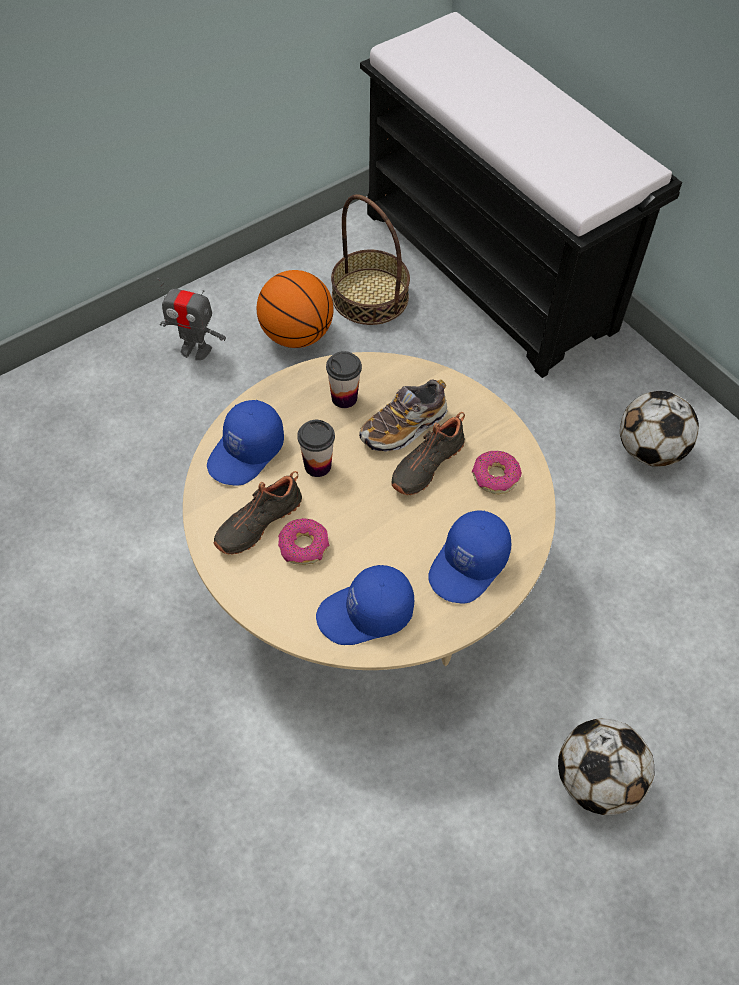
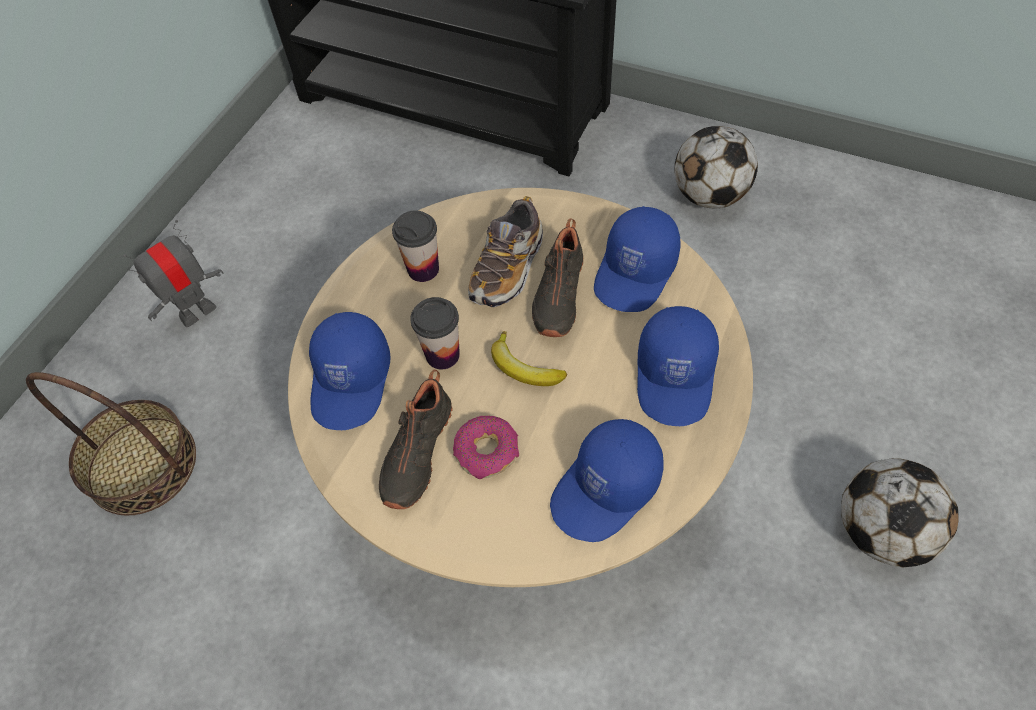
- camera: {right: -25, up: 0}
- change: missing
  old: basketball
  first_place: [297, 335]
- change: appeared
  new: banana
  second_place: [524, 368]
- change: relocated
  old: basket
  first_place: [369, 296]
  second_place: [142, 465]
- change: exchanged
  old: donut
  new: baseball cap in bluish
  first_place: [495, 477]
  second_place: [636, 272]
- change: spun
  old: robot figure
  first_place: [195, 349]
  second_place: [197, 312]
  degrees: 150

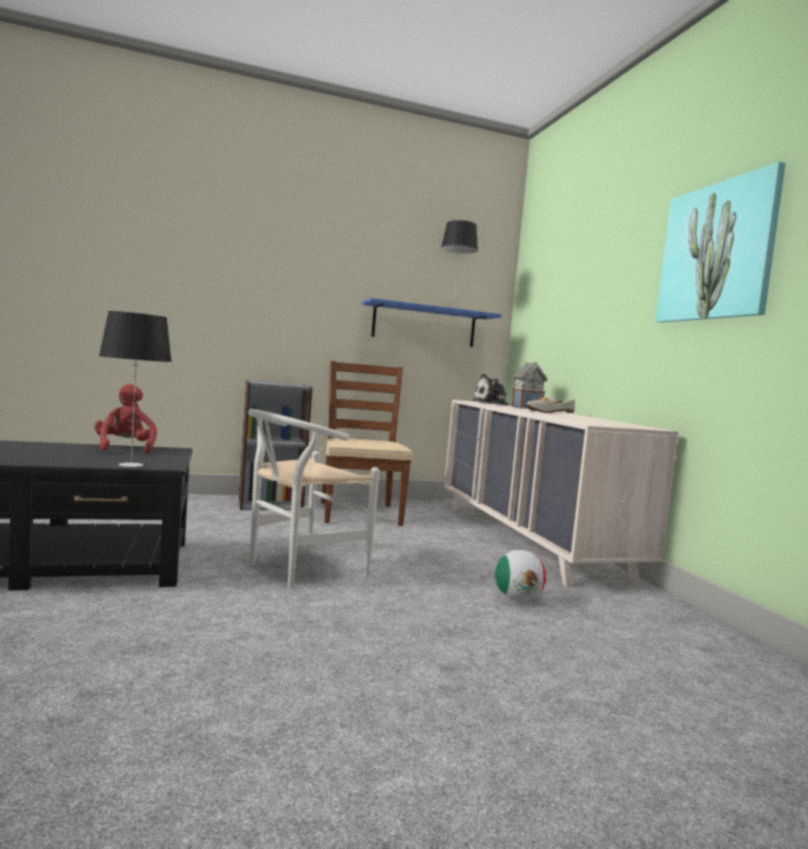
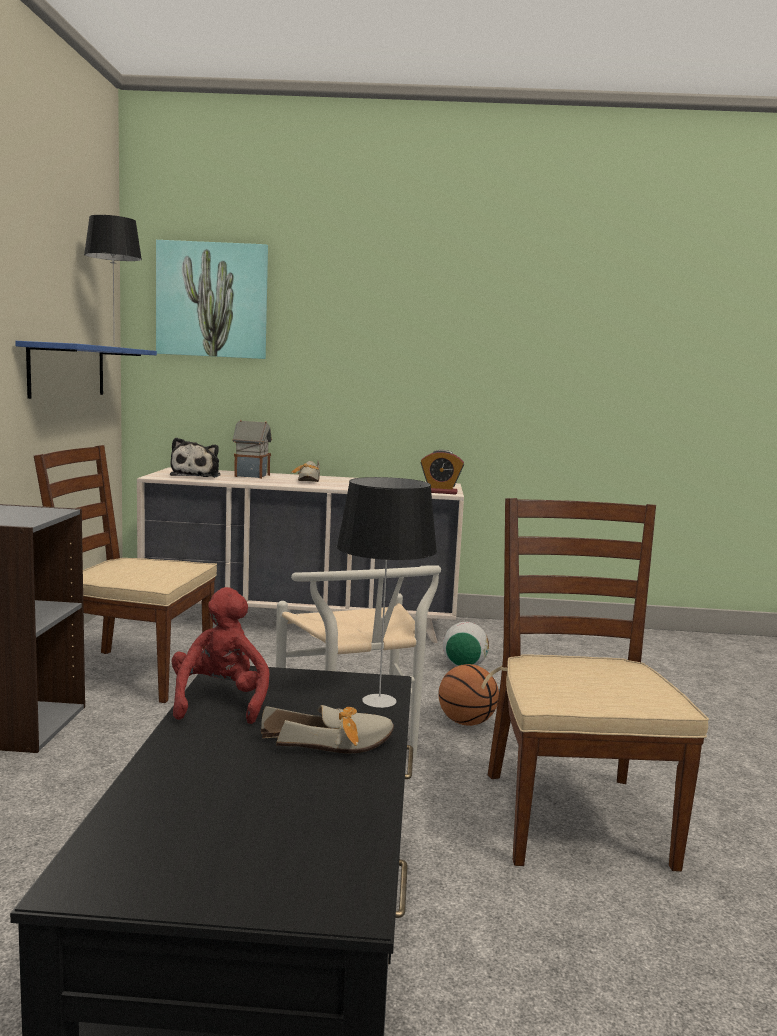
- camera: {right: -70, up: 5}
- change: appeared
  new: item of footwear
  second_place: [336, 744]
- change: appeared
  new: alarm clock
  second_place: [440, 492]
- change: appeared
  new: basketball
  second_place: [466, 722]
- change: appeared
  new: plain chair in brownish
  second_place: [574, 817]
- change: relocated
  old: wall picture
  first_place: [716, 252]
  second_place: [212, 300]
- change: spun
  old: cuddly toy in red-coloured
  first_place: [125, 448]
  second_place: [220, 702]
  degrees: 90

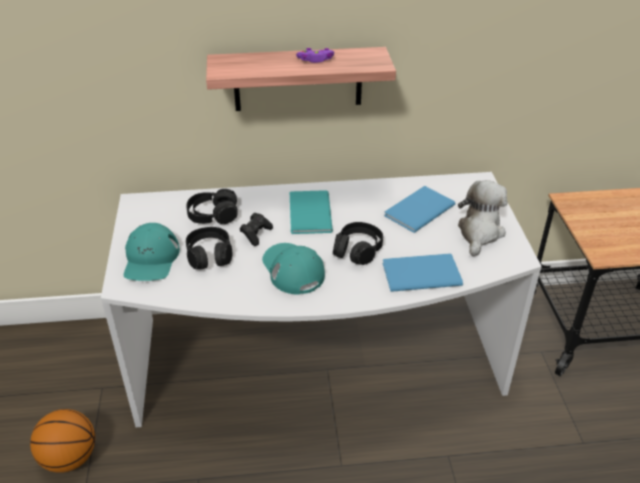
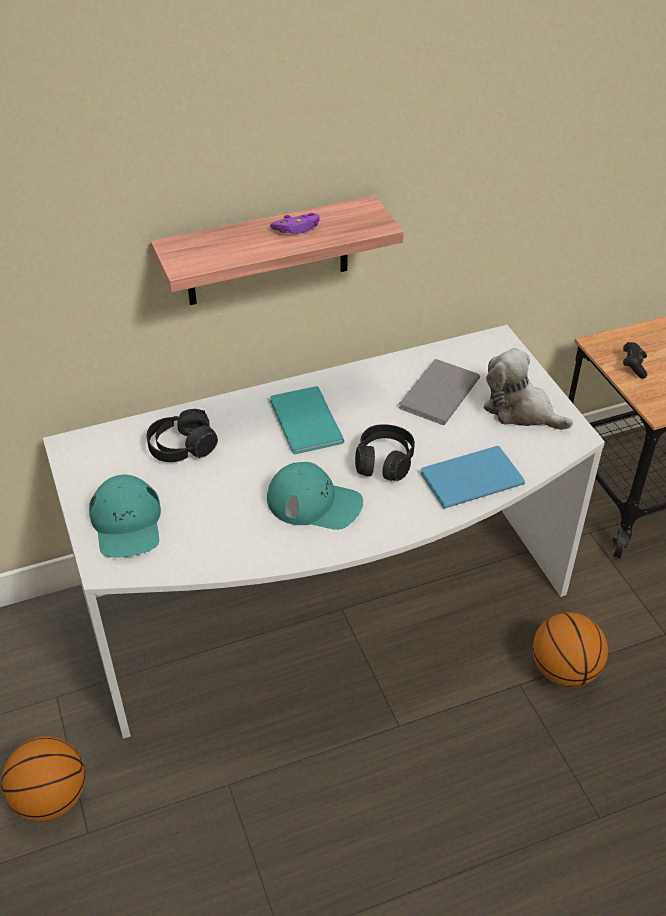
- camera: {right: -15, up: 5}
- change: missing
  old: pair of headphones in black-coloured
  first_place: [209, 255]
- change: appeared
  new: basketball
  second_place: [564, 670]
- change: relocated
  old: game controller in black-coloured
  first_place: [256, 234]
  second_place: [633, 366]
- change: colour
  old: book in bluish
  new: book in grey
  first_place: [417, 210]
  second_place: [436, 394]
- change: spun
  old: baseball cap in blue-green
  first_place: [292, 269]
  second_place: [314, 503]
  degrees: 150
- change: spun
  old: cuddly toy
  first_place: [479, 232]
  second_place: [520, 411]
  degrees: -60

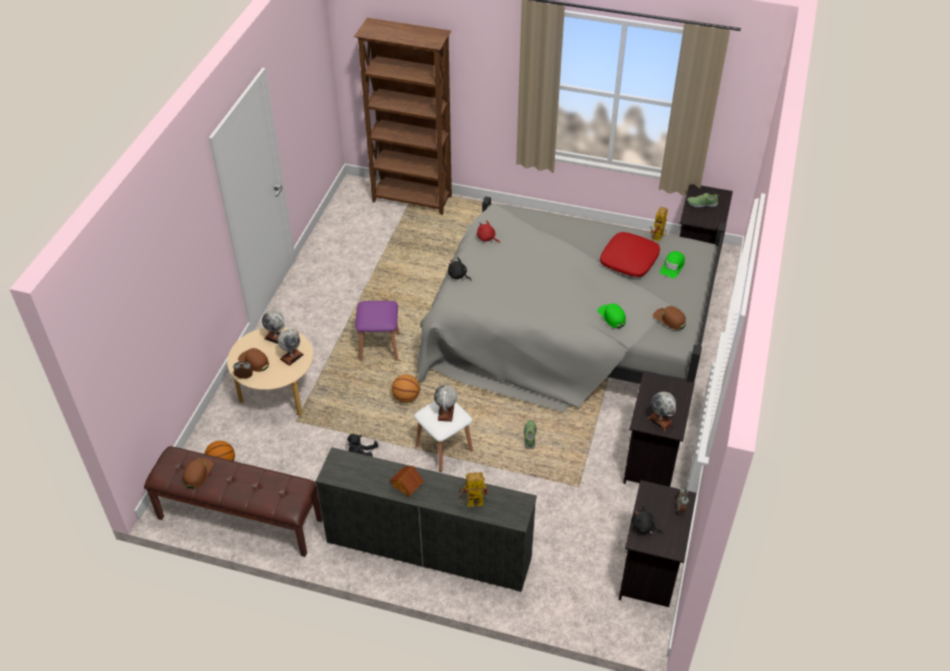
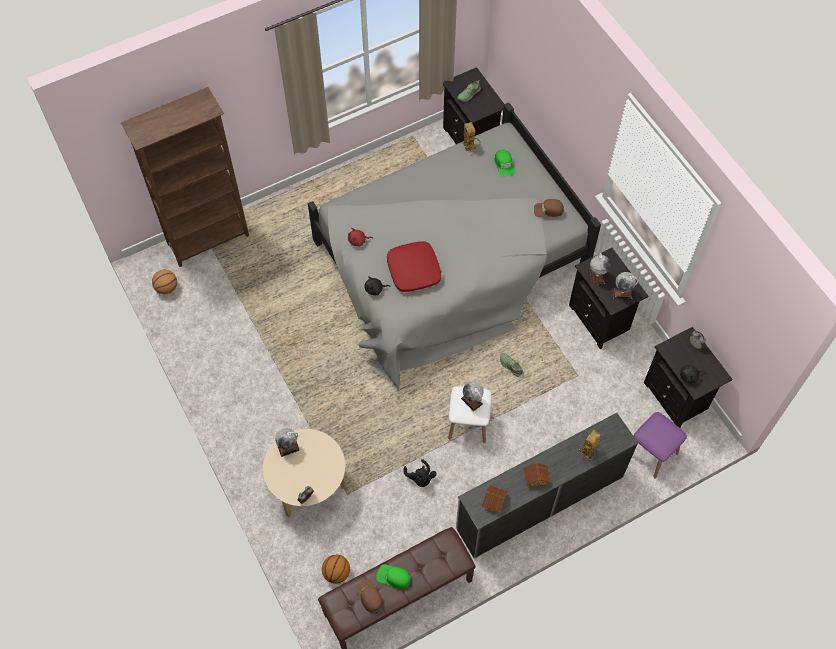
- camera: {right: -45, up: 15}
- change: missing
  old: baseball cap in brownish
  first_place: [254, 361]
- change: appeared
  new: model house
  second_place: [493, 500]
- change: relocated
  old: desk globe
  first_place: [292, 356]
  second_place: [597, 276]
- change: relocated
  old: stool seat in purple
  first_place: [379, 347]
  second_place: [651, 453]
- change: relocated
  old: basketball
  first_place: [406, 397]
  second_place: [167, 288]
- change: relocated
  old: baseball cap in green
  first_place: [612, 316]
  second_place: [394, 577]
- change: relocated
  old: pillow in red-coloured
  first_place: [629, 260]
  second_place: [414, 270]

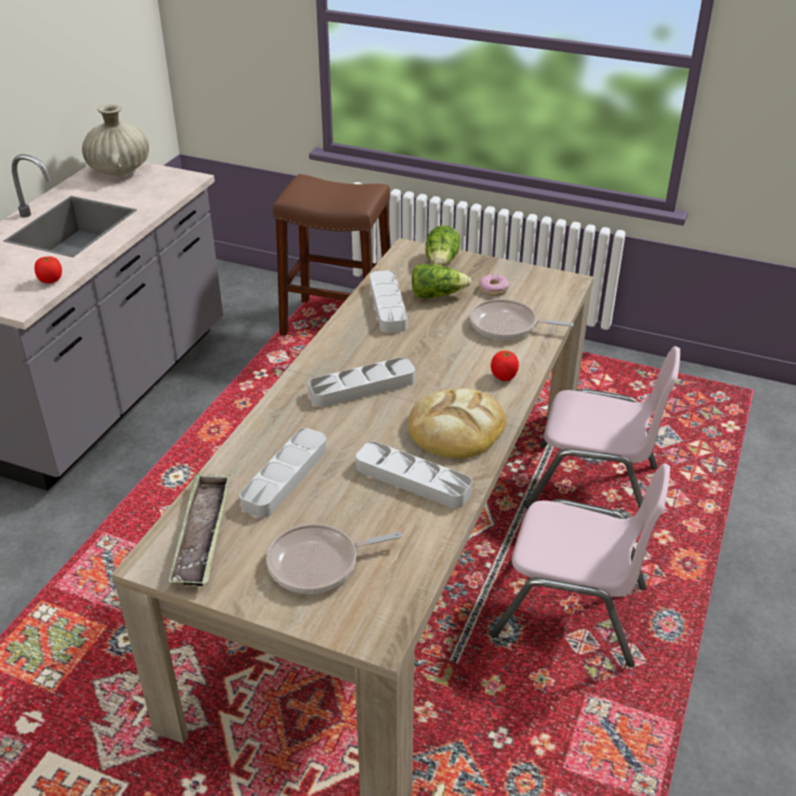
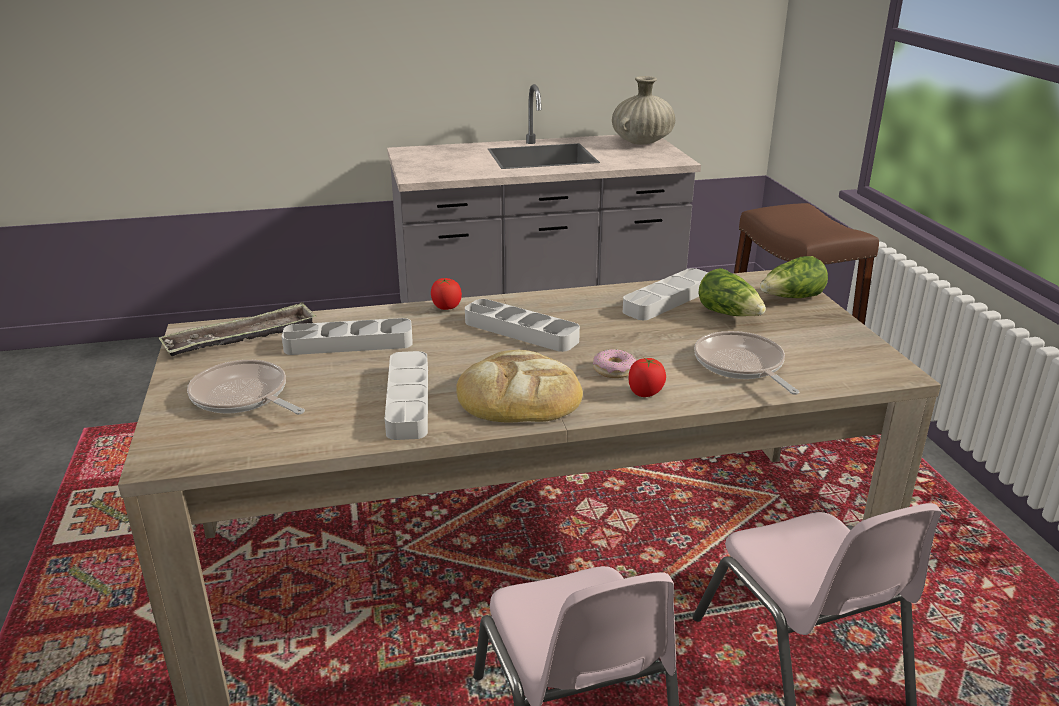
- camera: {right: 55, up: -10}
- change: relocated
  old: whole tomato
  first_place: [50, 280]
  second_place: [446, 307]
- change: relocated
  old: donut
  first_place: [493, 289]
  second_place: [614, 370]

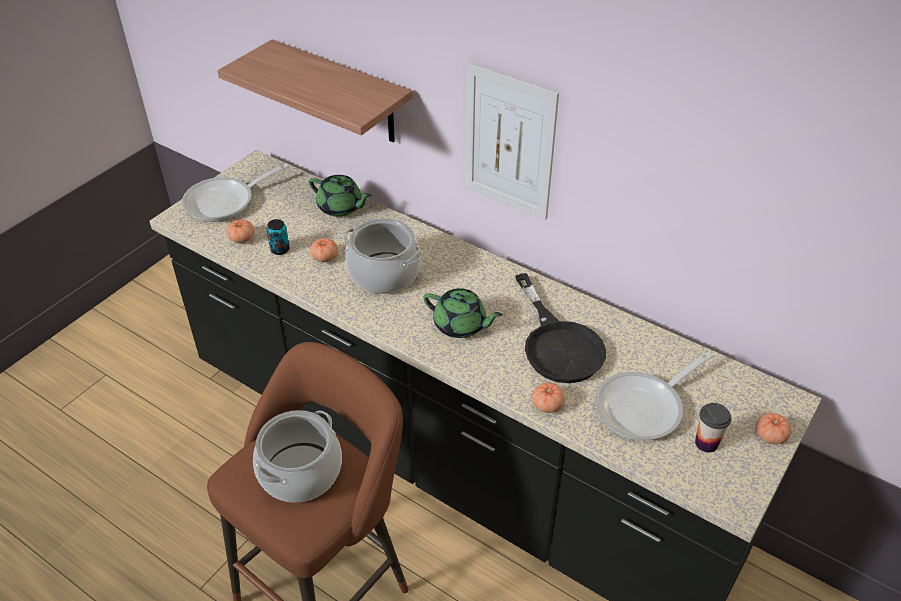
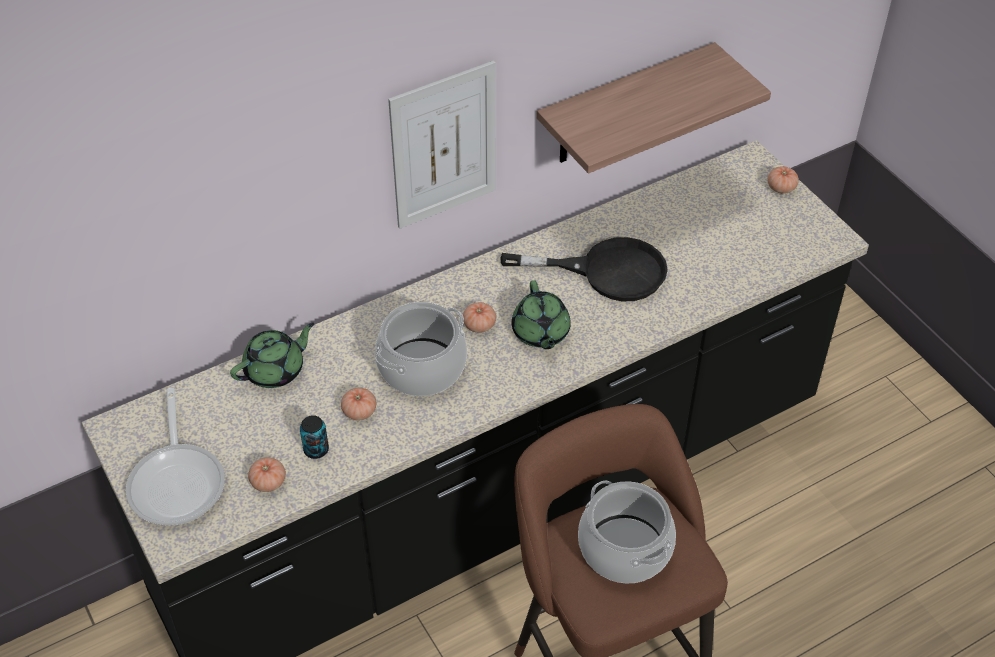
- camera: {right: -65, up: 5}
- change: missing
  old: skillet
  first_place: [644, 407]
- change: missing
  old: drinking cup
  first_place: [706, 443]
- change: relocated
  old: wall shelf
  first_place: [342, 93]
  second_place: [625, 106]
- change: relocated
  old: whole tomato
  first_place: [547, 405]
  second_place: [479, 325]
- change: spun
  old: tea pot in green
  first_place: [461, 325]
  second_place: [540, 332]
  degrees: 120

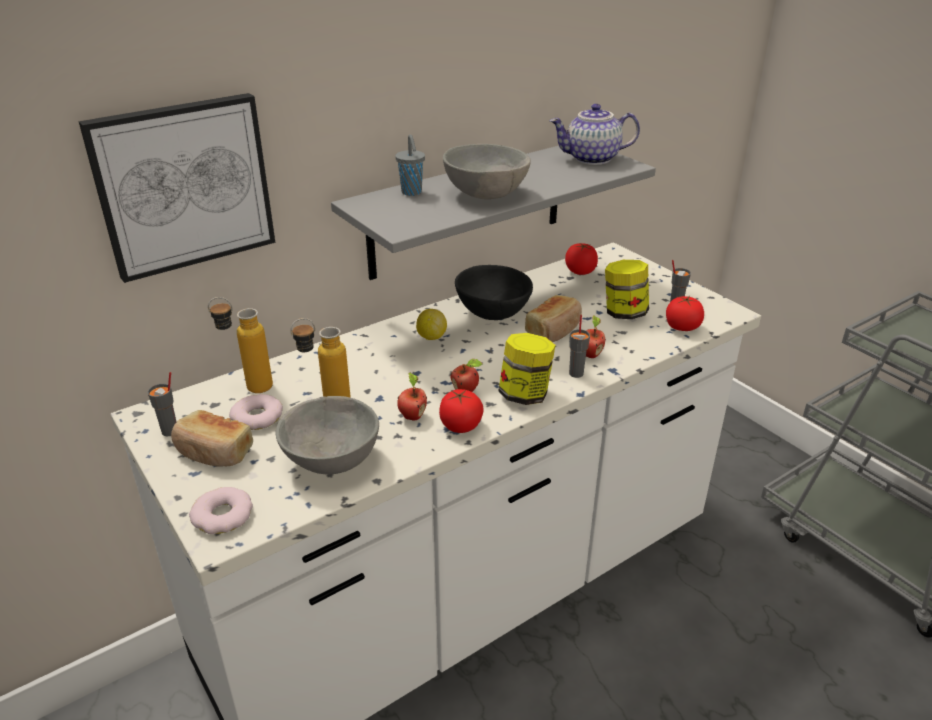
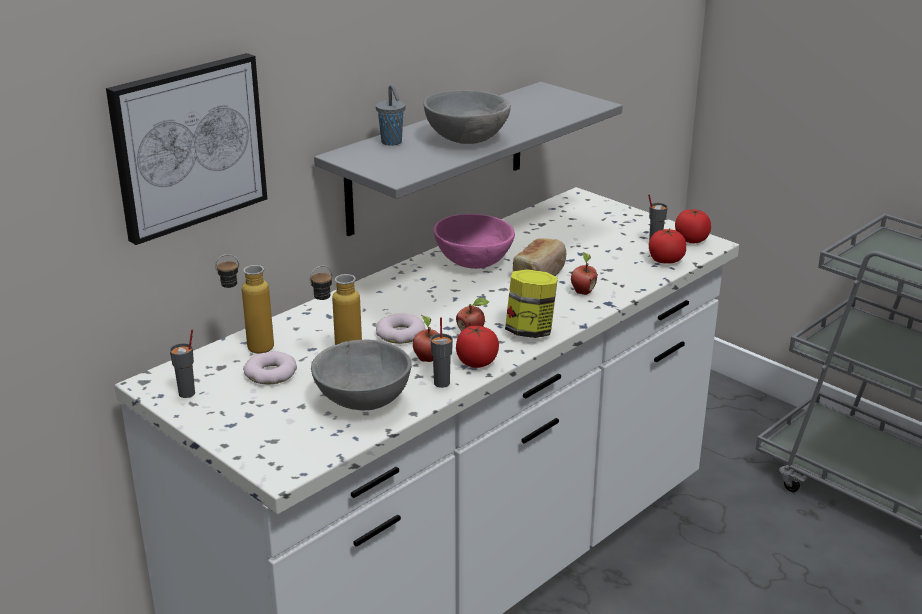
- camera: {right: -10, up: -5}
- change: missing
  old: bakery bread
  first_place: [214, 452]
- change: missing
  old: whole lemon
  first_place: [431, 337]
- change: missing
  old: tea pot
  first_place: [591, 159]
- change: missing
  old: storage jar
  first_place: [624, 313]
- change: relocated
  old: donut
  first_place: [223, 516]
  second_place: [401, 334]
- change: relocated
  old: whole tomato
  first_place: [580, 271]
  second_place: [691, 240]
- change: relocated
  old: drinking cup in grey
  first_place: [576, 373]
  second_place: [442, 383]
- change: colour
  old: bowl in black-coloured
  new: bowl in pink
  first_place: [493, 312]
  second_place: [474, 262]

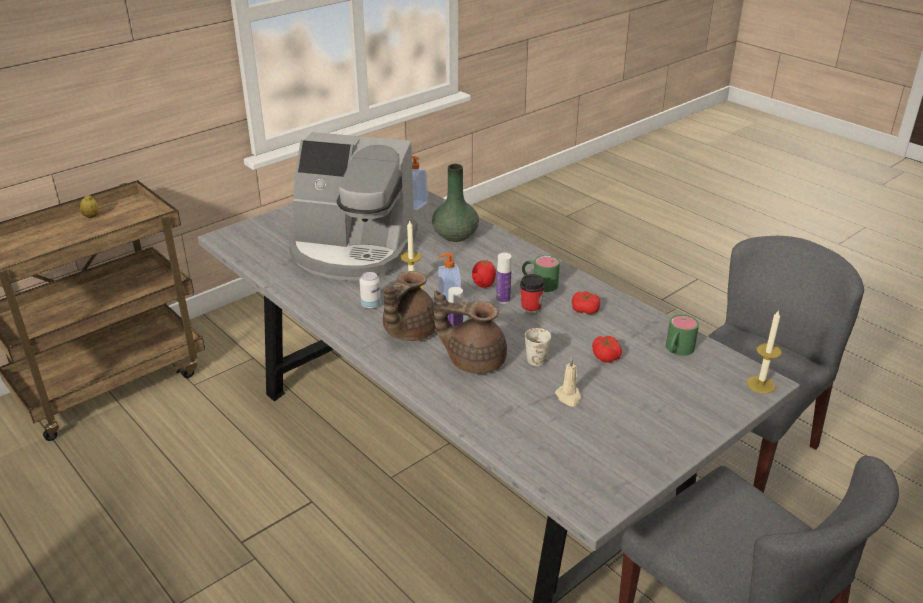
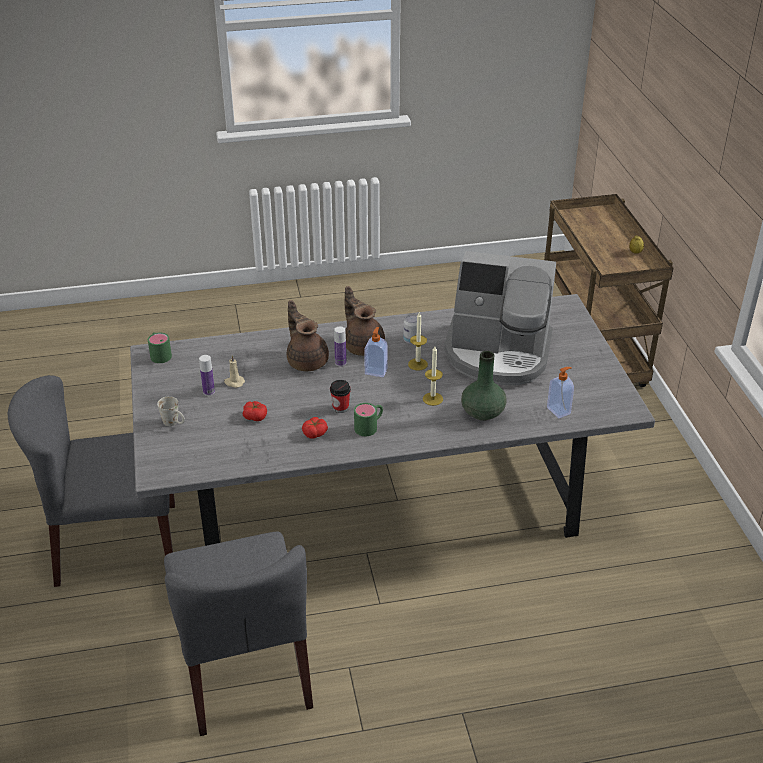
- camera: {right: 120, up: 5}
- change: missing
  old: whole tomato
  first_place: [484, 285]
- change: relocated
  old: bottle
  first_place: [503, 299]
  second_place: [209, 392]
- change: relocated
  old: mug in whitish
  first_place: [536, 356]
  second_place: [174, 423]
- change: relocated
  old: mug in green
  first_place: [677, 350]
  second_place: [159, 354]
- change: relocated
  old: wax light
  first_place: [761, 384]
  second_place: [432, 399]
- change: spun
  old: coffee machine
  first_place: [352, 250]
  second_place: [498, 354]
  degrees: -120
- change: spun
  old: tea pot in brownish
  first_place: [474, 360]
  second_place: [307, 360]
  degrees: -75

